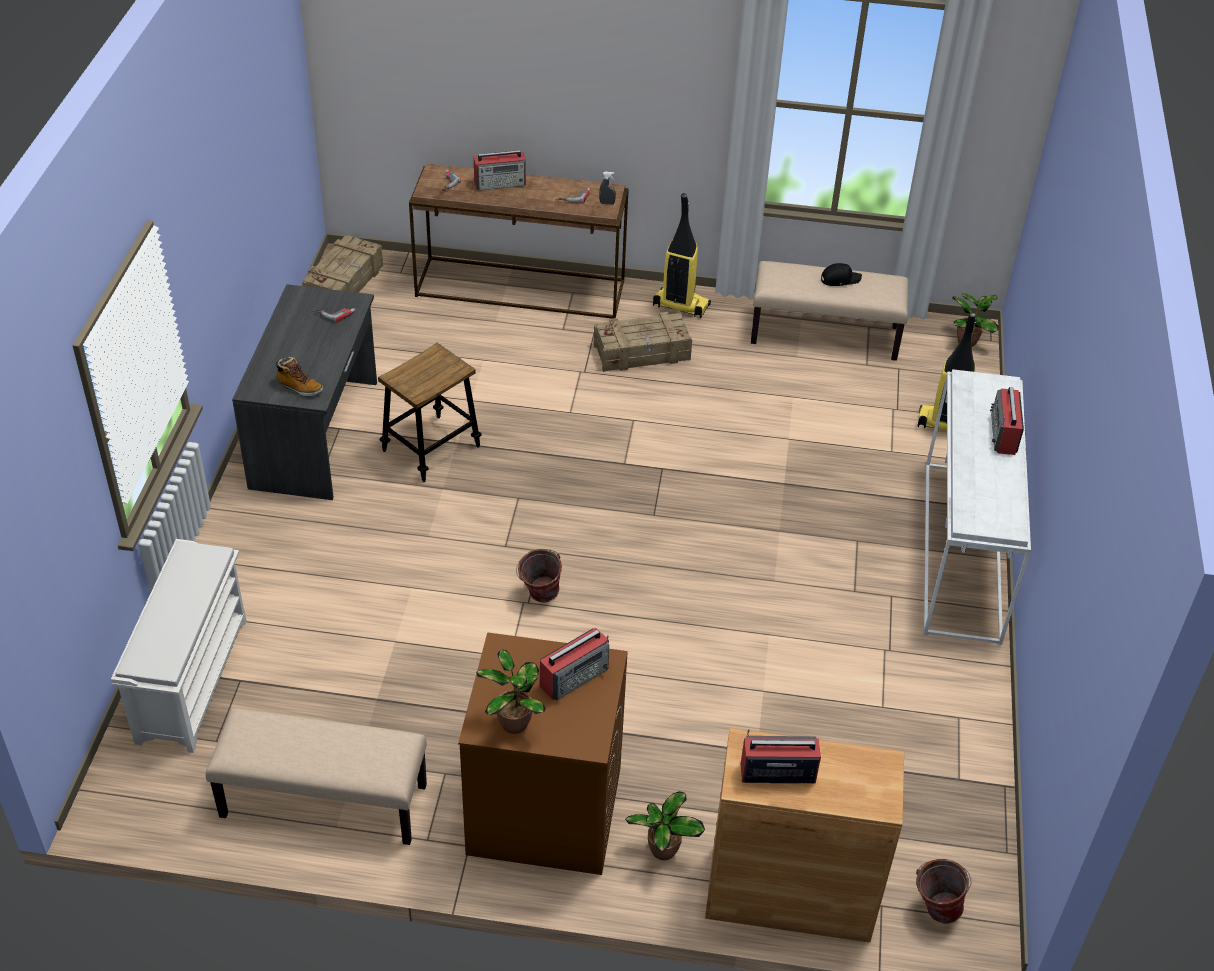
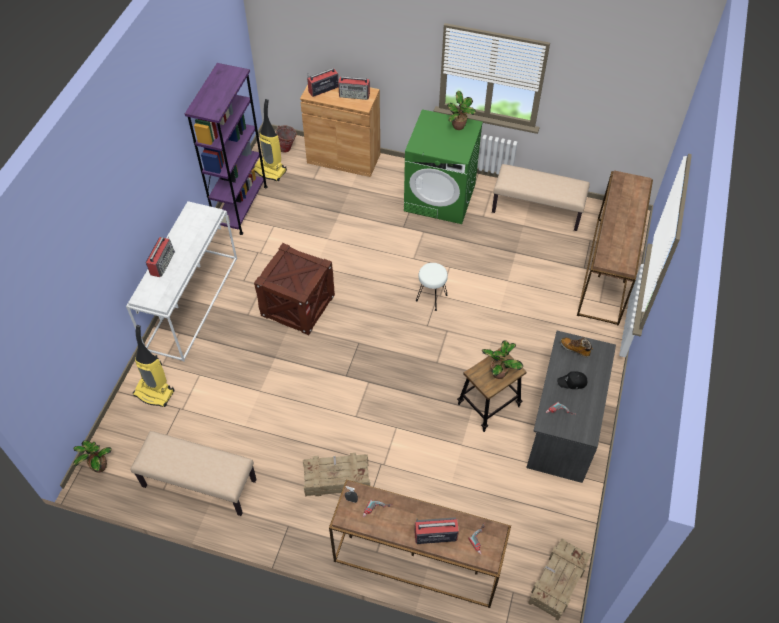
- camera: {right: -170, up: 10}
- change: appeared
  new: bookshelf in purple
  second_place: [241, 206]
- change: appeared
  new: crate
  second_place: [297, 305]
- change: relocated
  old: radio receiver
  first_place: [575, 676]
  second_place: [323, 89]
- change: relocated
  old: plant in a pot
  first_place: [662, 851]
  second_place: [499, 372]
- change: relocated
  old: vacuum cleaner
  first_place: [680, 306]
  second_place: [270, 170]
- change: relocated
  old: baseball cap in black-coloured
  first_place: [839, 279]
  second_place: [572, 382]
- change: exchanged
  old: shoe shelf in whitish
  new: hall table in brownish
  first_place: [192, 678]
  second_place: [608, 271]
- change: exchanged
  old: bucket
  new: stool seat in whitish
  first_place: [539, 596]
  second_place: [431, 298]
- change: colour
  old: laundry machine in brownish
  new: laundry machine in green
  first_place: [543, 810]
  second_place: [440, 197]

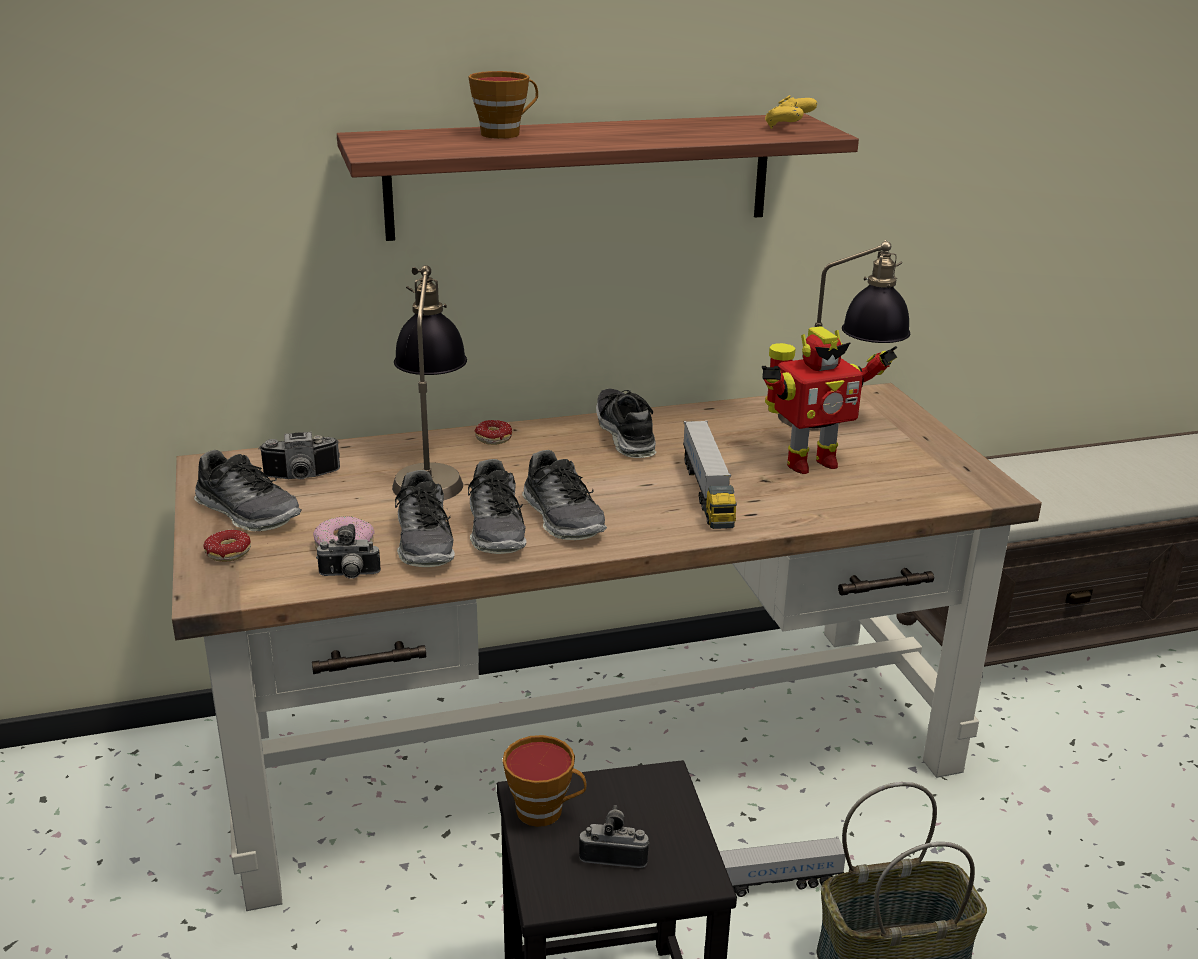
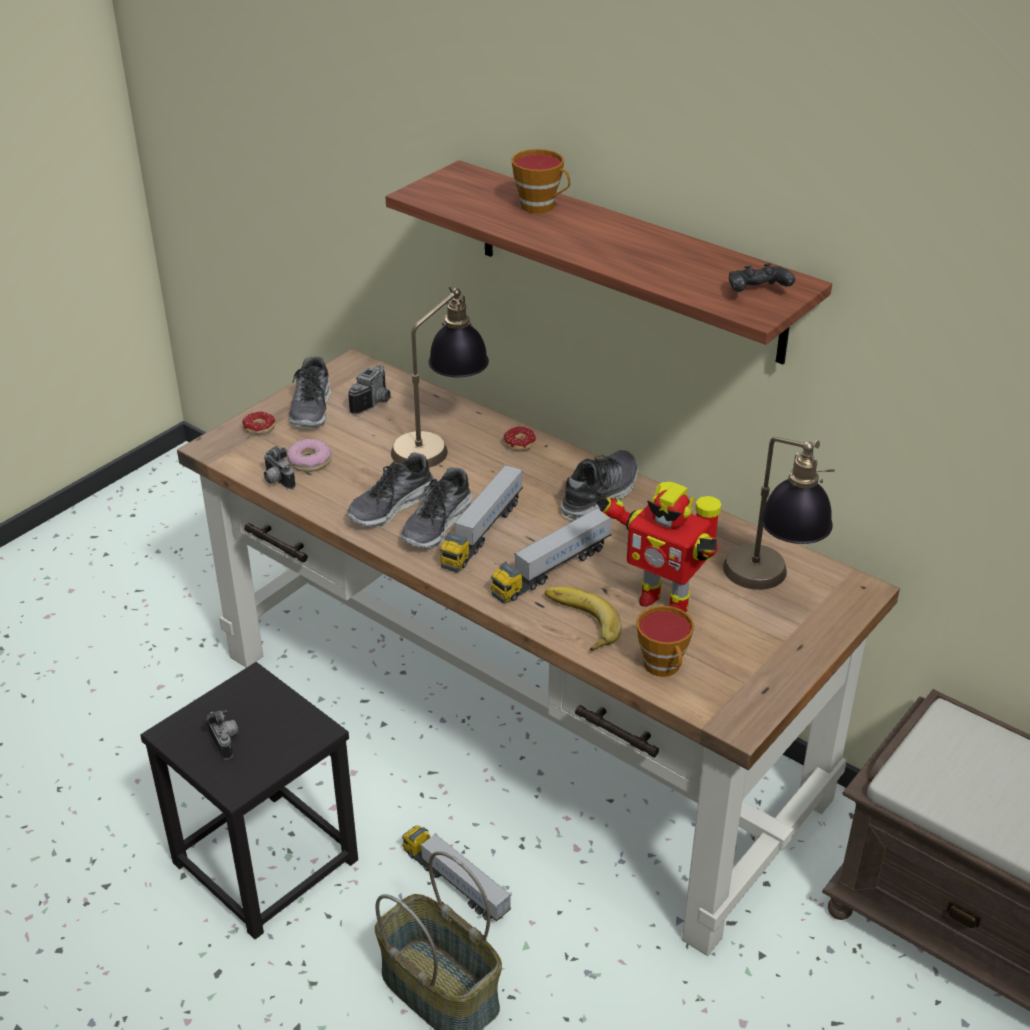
- camera: {right: 55, up: 10}
- change: missing
  old: item of footwear
  first_place: [425, 542]
- change: appeared
  new: model truck
  second_place: [482, 532]
- change: appeared
  new: banana
  second_place: [578, 623]
- change: relocated
  old: drinking cup
  first_place: [545, 811]
  second_place: [664, 667]
- change: colour
  old: game controller in yellowish
  new: game controller in black-coloured
  first_place: [789, 126]
  second_place: [757, 292]
- change: spun
  old: still camera
  first_place: [302, 477]
  second_place: [375, 403]
  degrees: -105

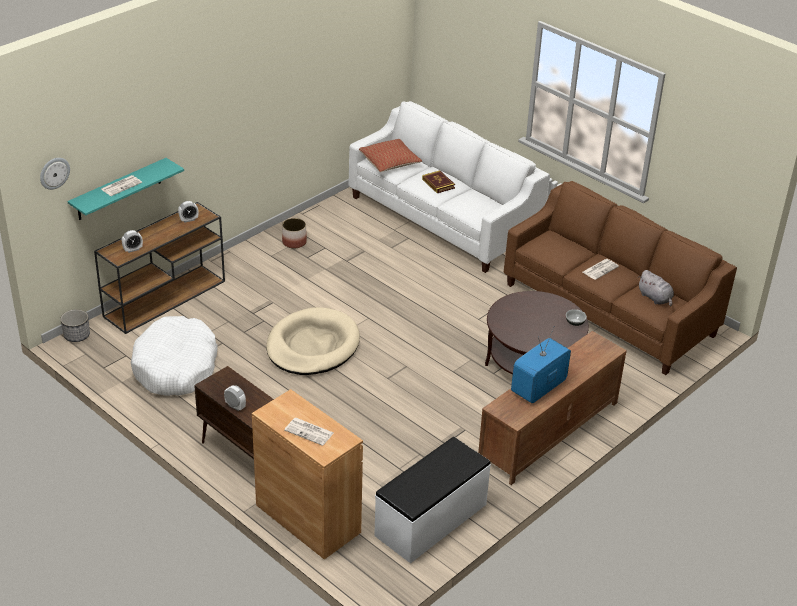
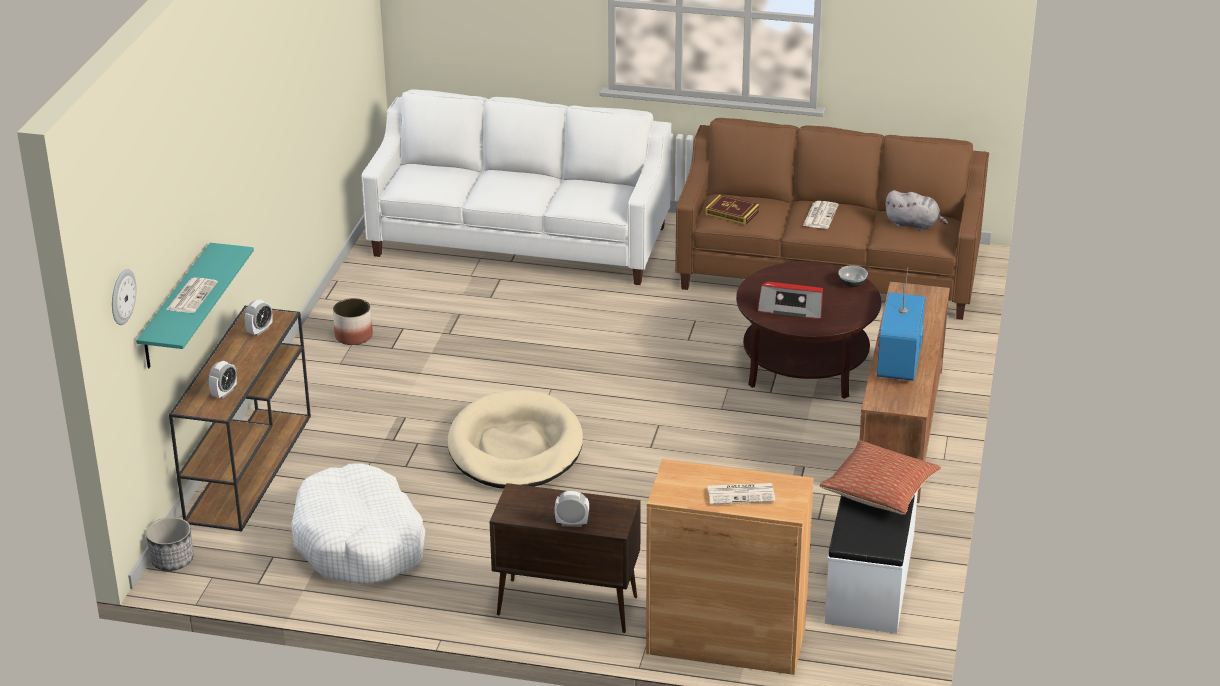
- camera: {right: -30, up: -5}
- change: appeared
  new: radio receiver
  second_place: [791, 308]
- change: relocated
  old: pillow
  first_place: [389, 162]
  second_place: [880, 490]
- change: relocated
  old: book
  first_place: [438, 183]
  second_place: [732, 212]

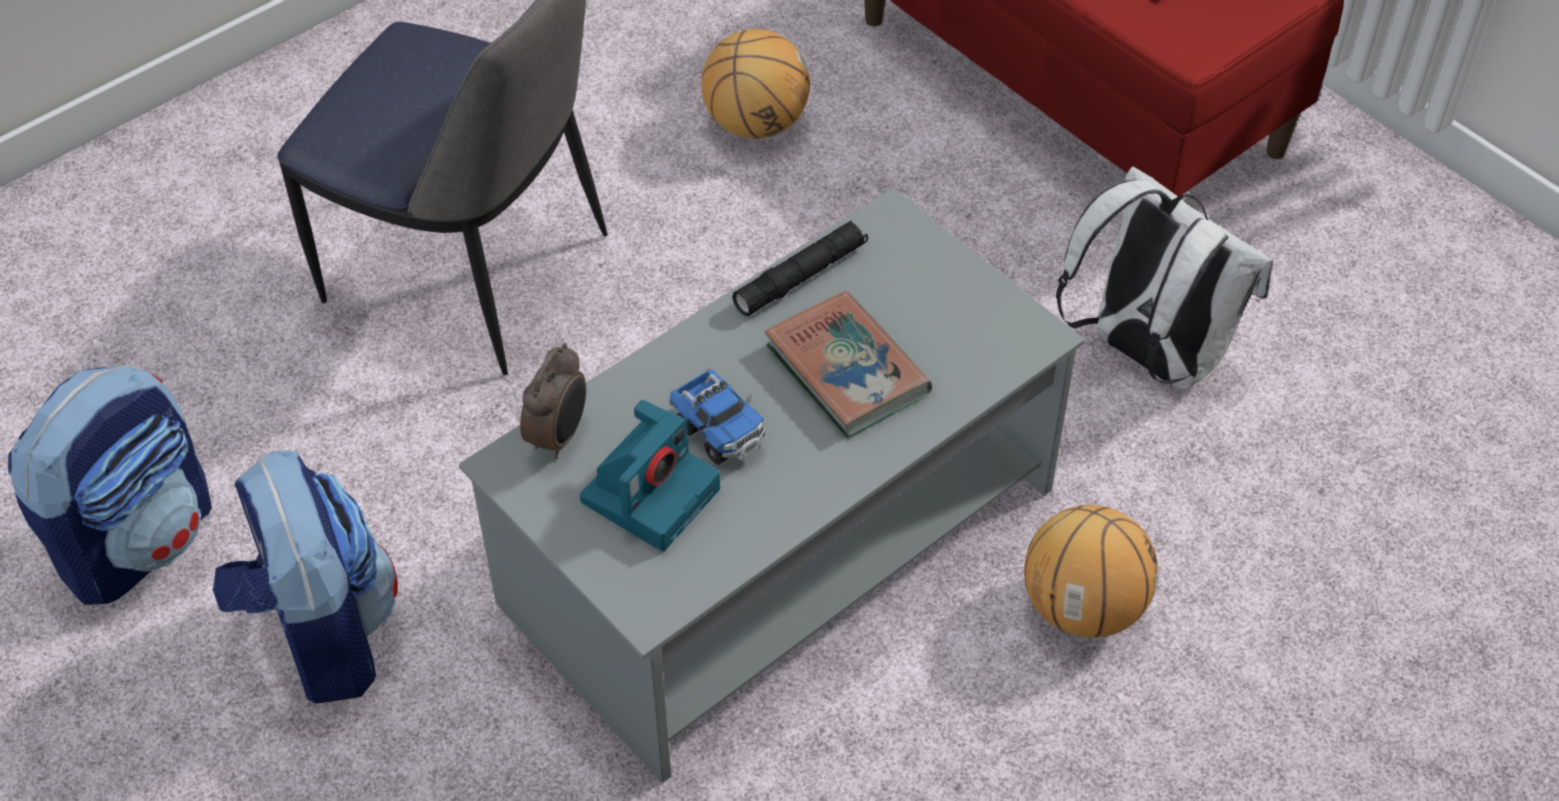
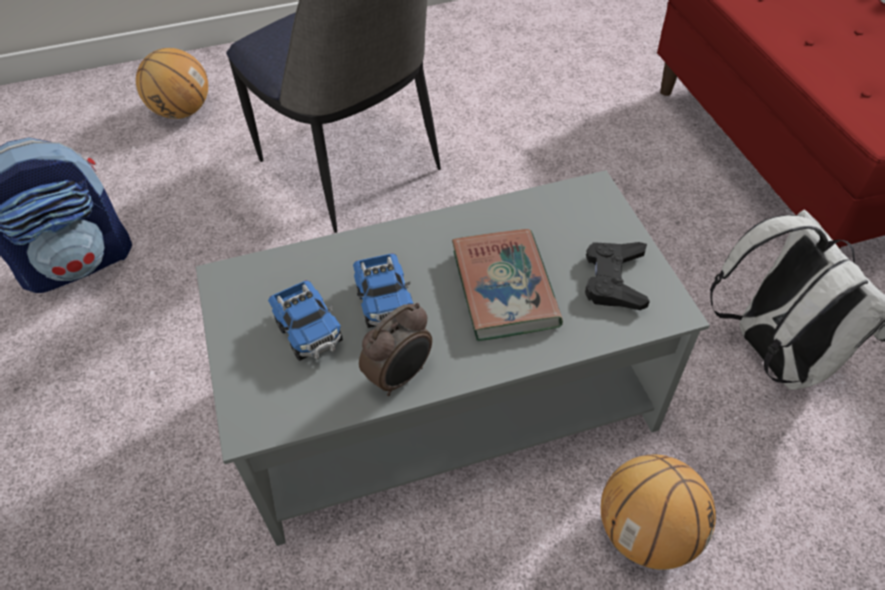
- camera: {right: 25, up: 0}
- change: missing
  old: rucksack
  first_place: [320, 633]
- change: missing
  old: torch in black-coloured
  first_place: [800, 277]
- change: appeared
  new: game controller in black-coloured
  second_place: [614, 279]
- change: relocated
  old: alarm clock
  first_place: [559, 436]
  second_place: [400, 376]
- change: relocated
  old: basketball
  first_place: [755, 124]
  second_place: [181, 111]
- change: exchanged
  old: still camera
  new: model truck
  first_place: [651, 492]
  second_place: [309, 332]

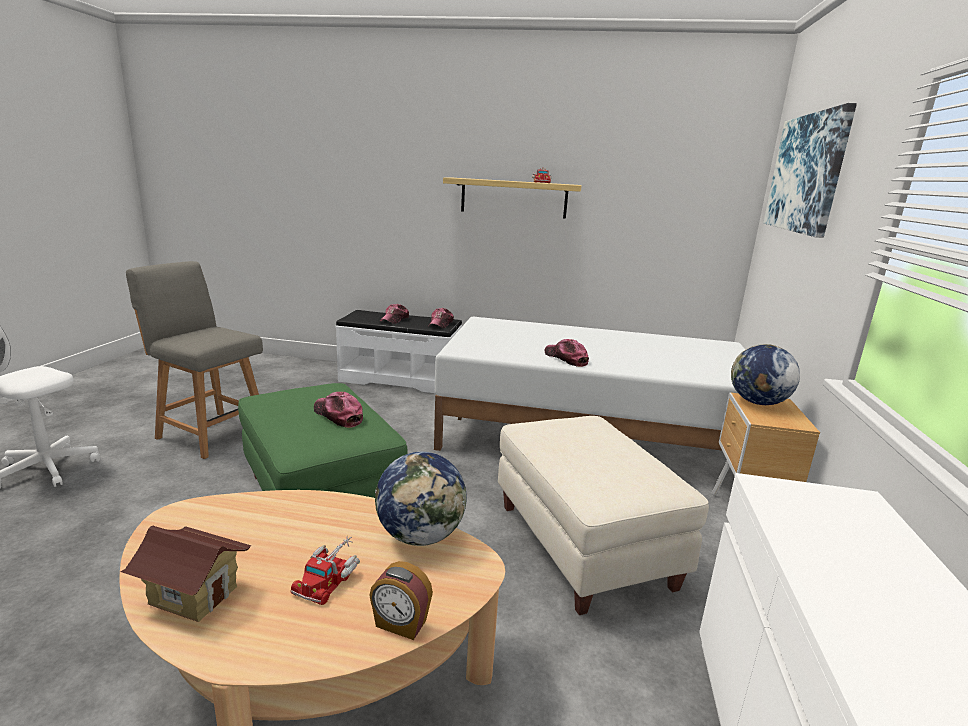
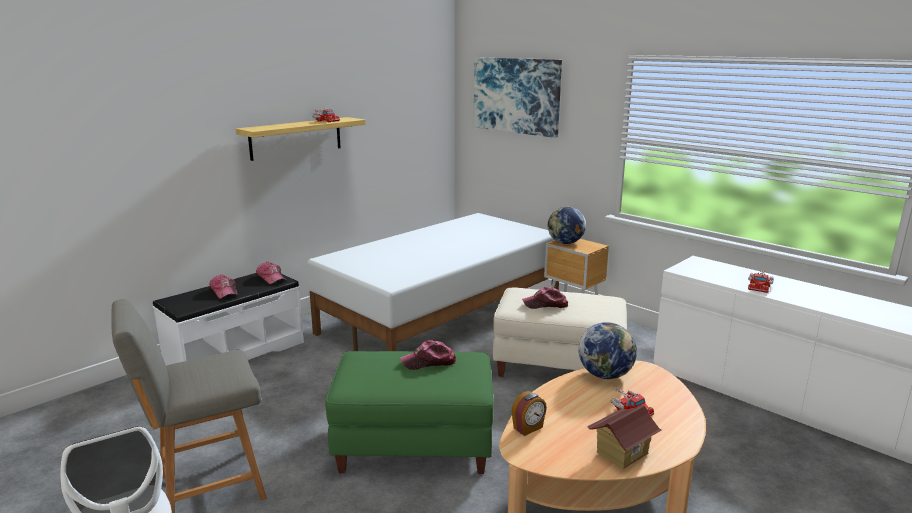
- camera: {right: -55, up: 0}
- change: appeared
  new: model truck
  second_place: [759, 286]
- change: relocated
  old: alarm clock
  first_place: [400, 624]
  second_place: [528, 428]
- change: relocated
  old: baseball cap
  first_place: [566, 358]
  second_place: [545, 304]

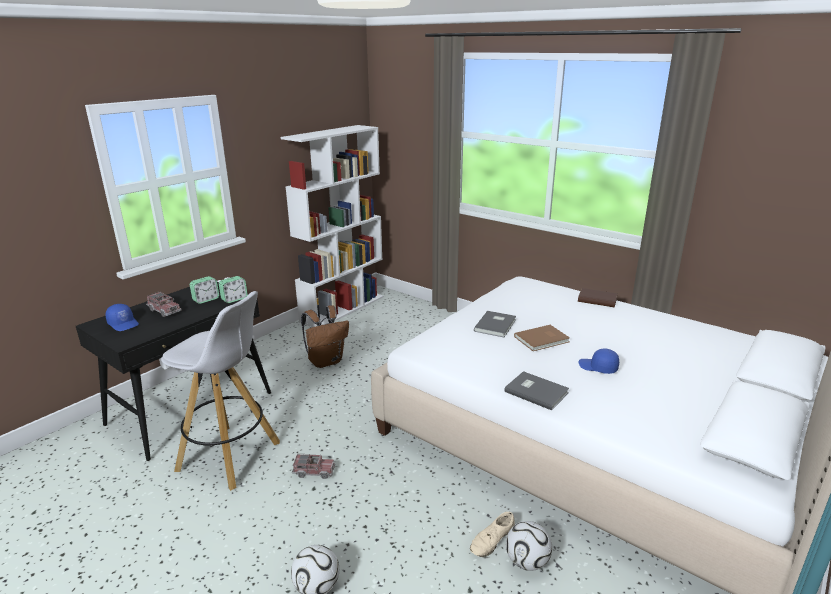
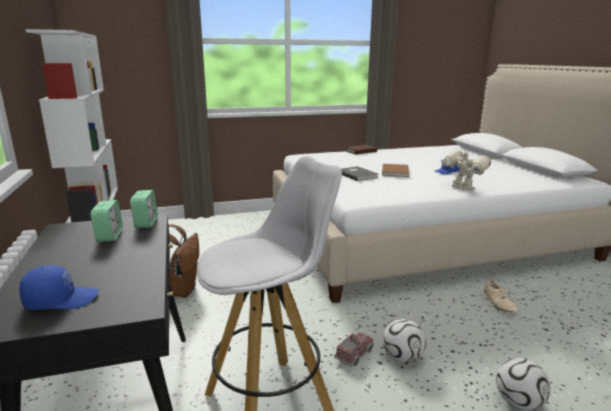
- camera: {right: -55, up: -5}
- change: missing
  old: model truck
  first_place: [164, 310]
- change: relocated
  old: football ball
  first_place: [526, 561]
  second_place: [402, 358]
- change: exchanged
  old: book in grey
  new: robot figure
  first_place: [536, 391]
  second_place: [462, 189]

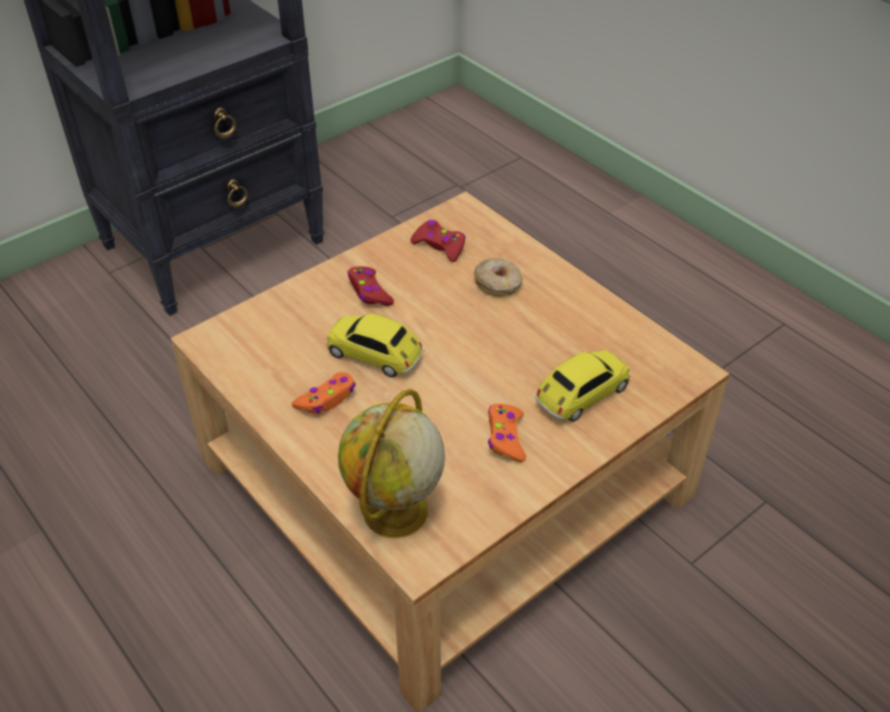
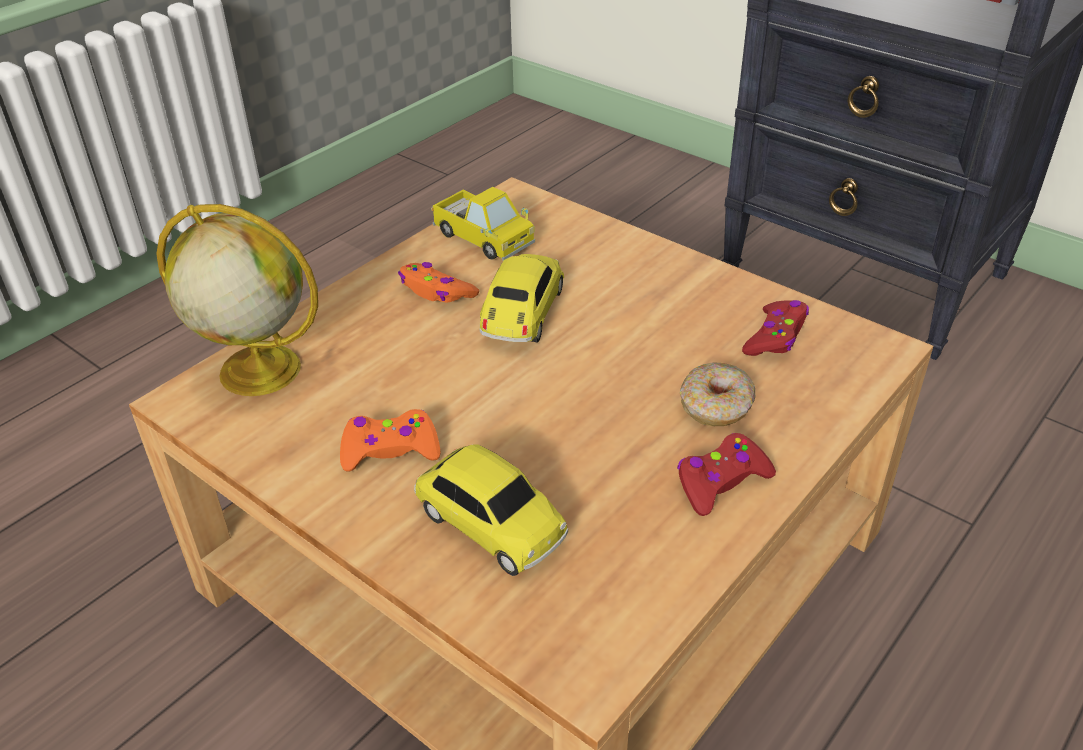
- camera: {right: 80, up: -5}
- change: appeared
  new: model truck
  second_place: [483, 239]
- change: relocated
  old: game controller in red-coloured
  first_place: [369, 292]
  second_place: [721, 482]

